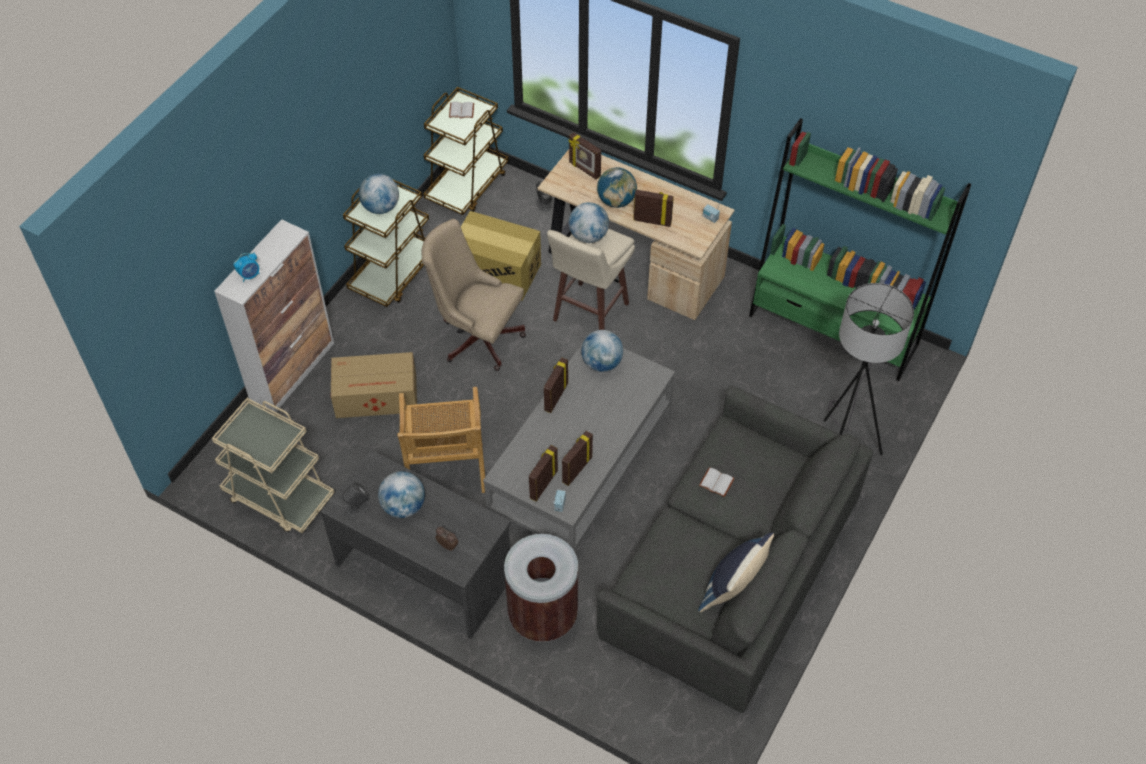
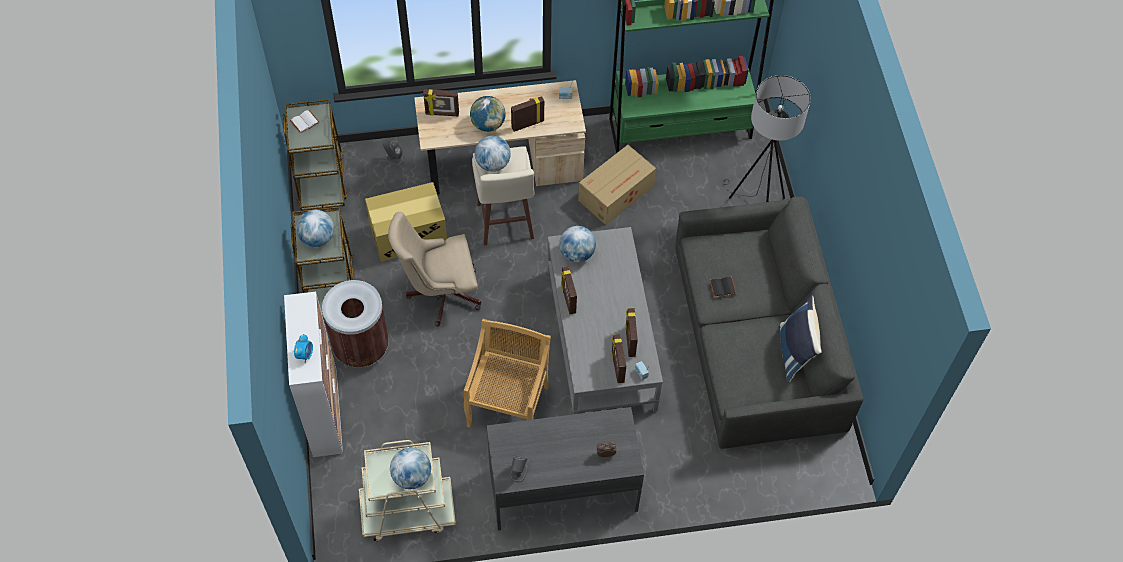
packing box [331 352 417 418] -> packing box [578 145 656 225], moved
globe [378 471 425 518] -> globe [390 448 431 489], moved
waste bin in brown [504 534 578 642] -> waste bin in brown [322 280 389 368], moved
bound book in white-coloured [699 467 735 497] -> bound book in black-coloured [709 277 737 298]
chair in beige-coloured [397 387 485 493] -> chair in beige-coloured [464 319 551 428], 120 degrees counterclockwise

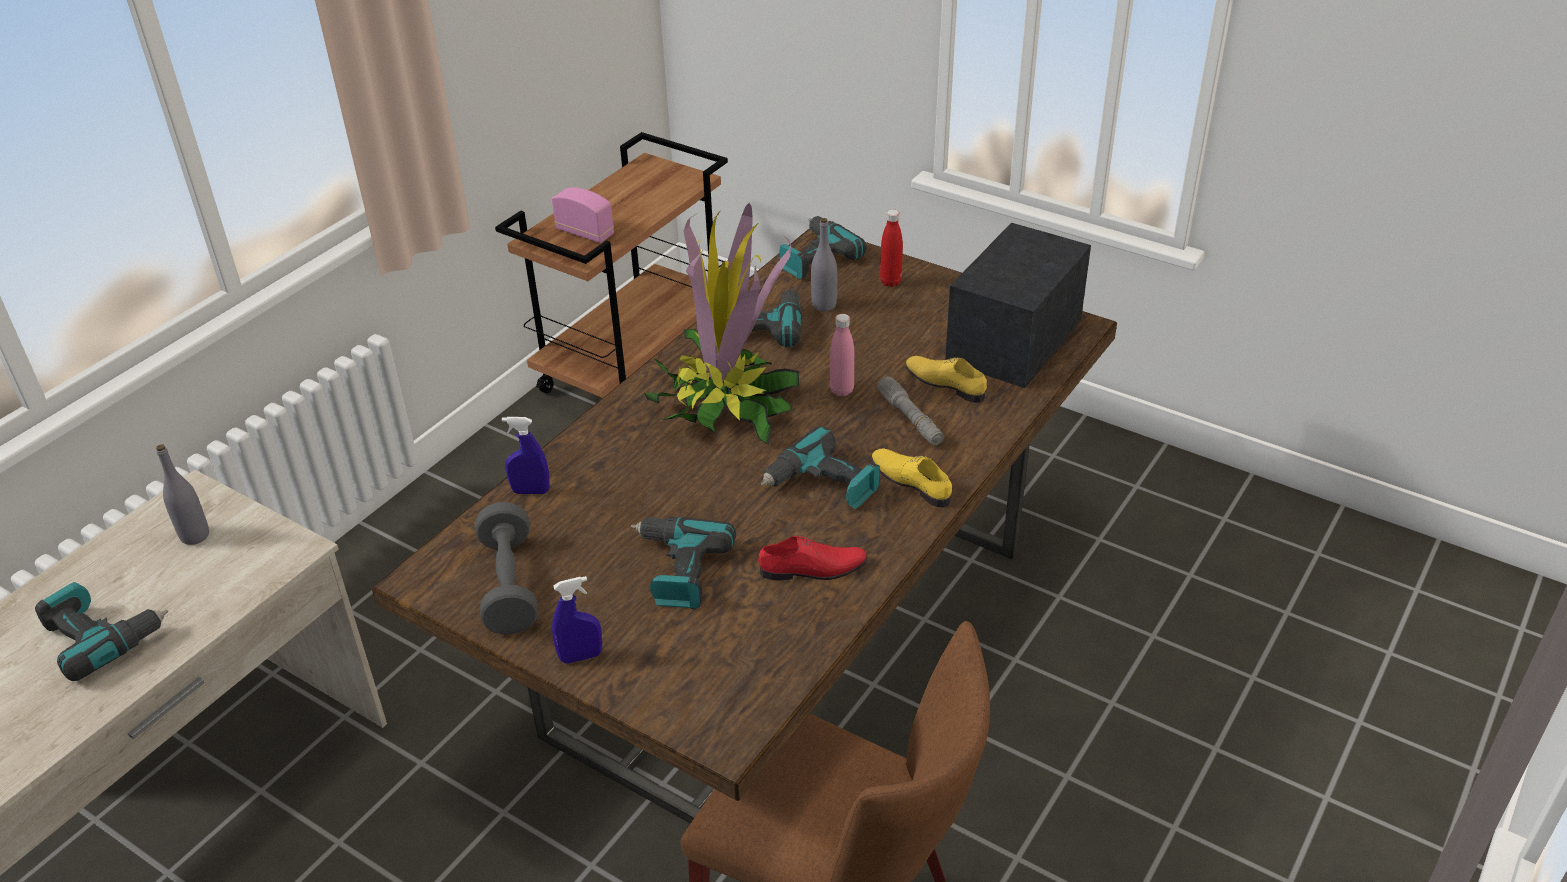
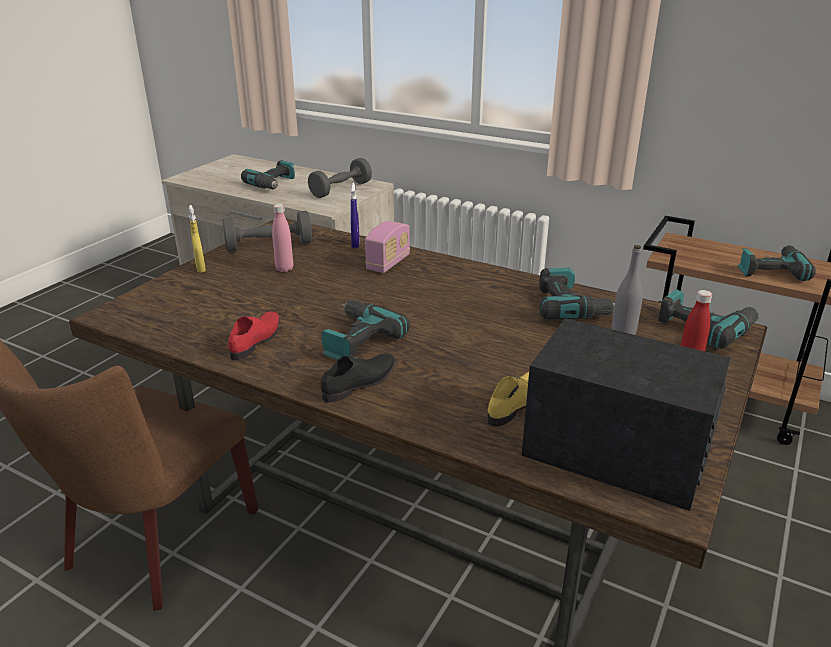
plant in a pot [644 203 799 445] -> none
hand torch in grey [878 376 944 445] -> none
radio set [552 187 614 243] -> radio set [365 221 410 273], moved
electric drill [631 516 736 609] -> electric drill [737 245 816 281], moved
beverage bottle in pink [830 314 854 396] -> beverage bottle in pink [272 204 293 272], moved
beverage bottle in grey [156 444 209 545] -> hand weight in grey [308 158 372 198]
hand sprayer in blue-coloured [552 576 602 664] -> hand sprayer in yellowish [189 205 206 273]
item of footwear in yellowish [871 449 952 508] -> item of footwear in black-coloured [321 354 395 403]
item of footwear in red [758 536 868 581] -> item of footwear in red [228 311 280 361], 150 degrees counterclockwise

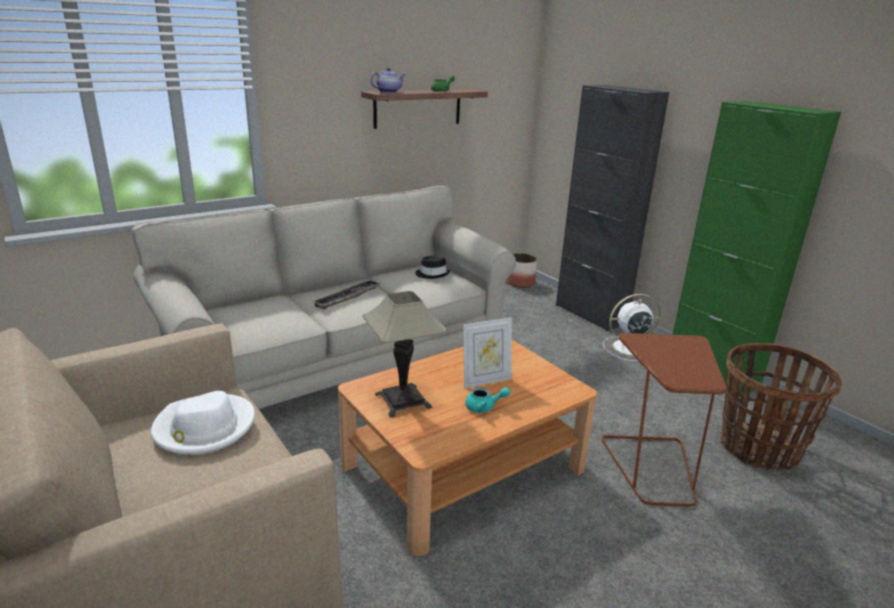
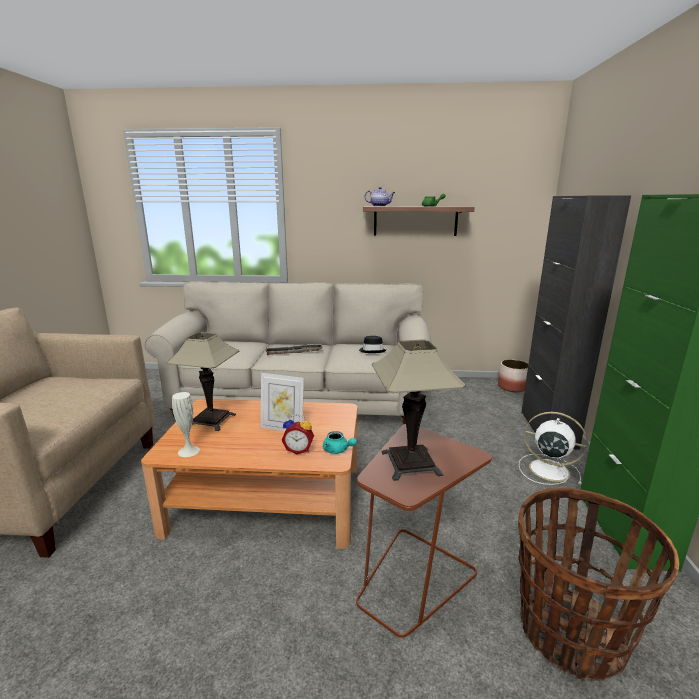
hat in white-coloured [151 391 254 455] -> none
none -> decorative vase in white-coloured [172 392 200 457]
none -> bedside clock [282 415 314 454]
none -> tabletop lamp [372 339 466 481]
tea pot in turquoise-coloured [465 387 510 413] -> tea pot in turquoise-coloured [323 431 357 454], moved

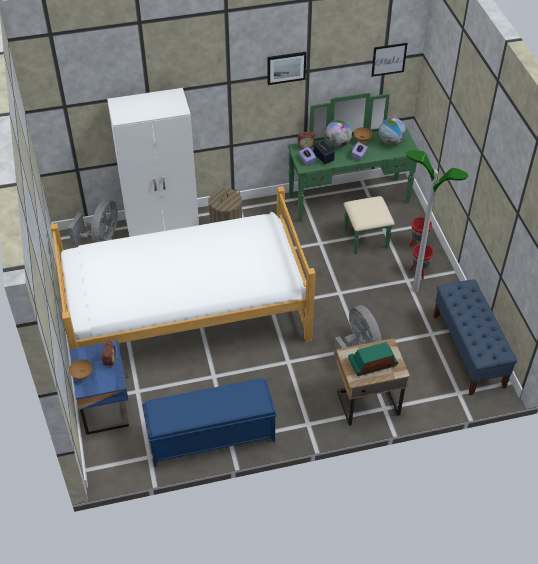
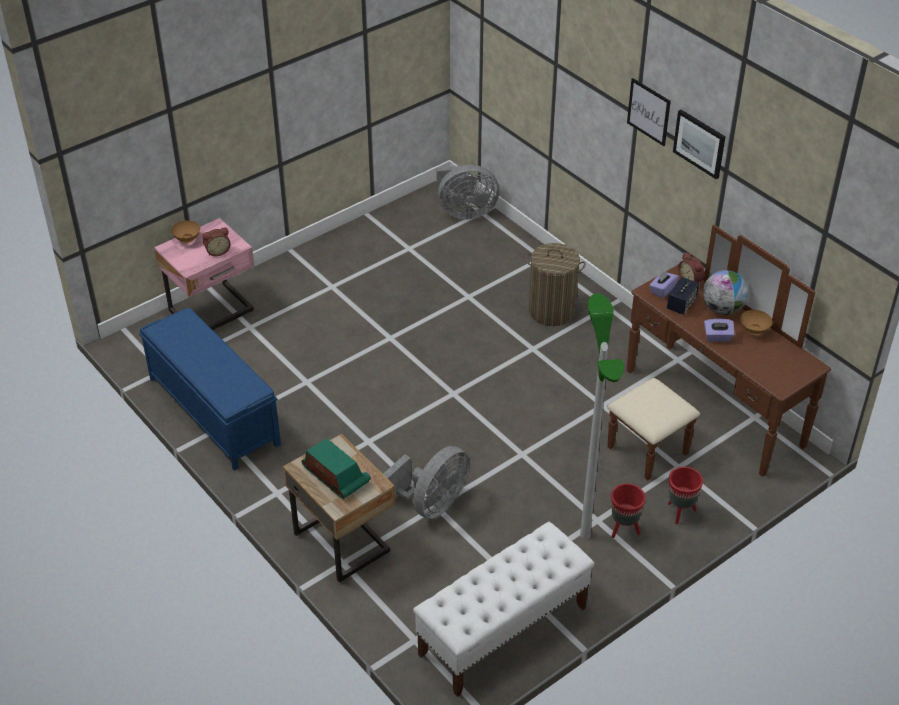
sleeping bed [51 186 316 349] -> none
clothes cupboard in white-coloured [107 88 199 237] -> none
globe [378 118 406 146] -> none
wall picture [371 43 408 77] -> wall picture [627 78 671 146], moved
bedside table in blue-coloured [70 340 129 435] -> bedside table in pink [154 218 254 330]
chest of drawers in green [287 93 418 254] -> chest of drawers in brown [607 225 831 480]
indoor bench in blue-coloured [433 279 517 395] -> indoor bench in white-coloured [413 522 594 697]

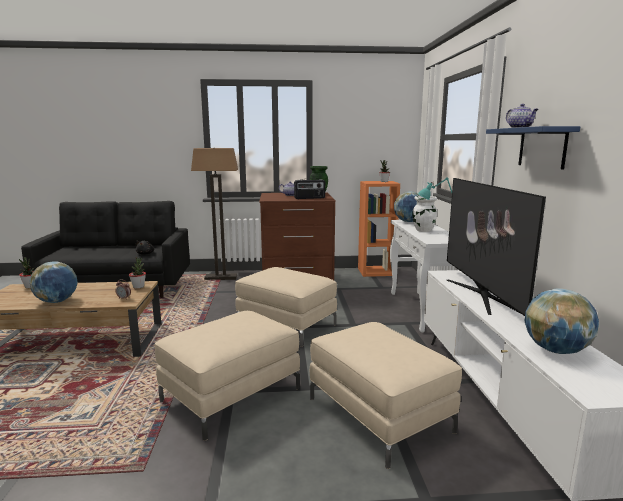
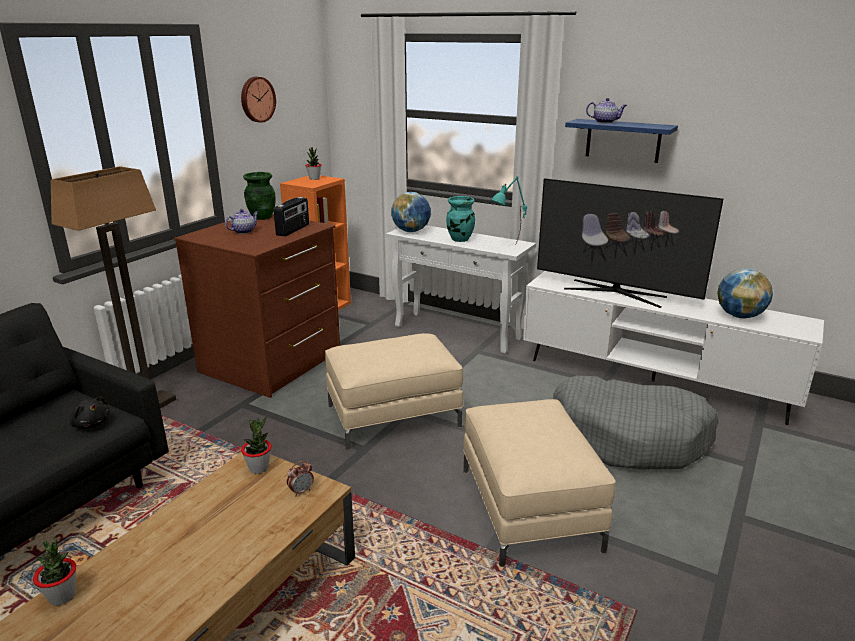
globe [29 261 78 303] -> none
none -> clock on the wall [241 77 276 123]
ottoman in beige-coloured [310 322 462 469] -> dog cushion in grey [553 375 719 469]
decorative vase in white-coloured [413 196 437 232] -> decorative vase in turquoise-coloured [446 196 475 242]

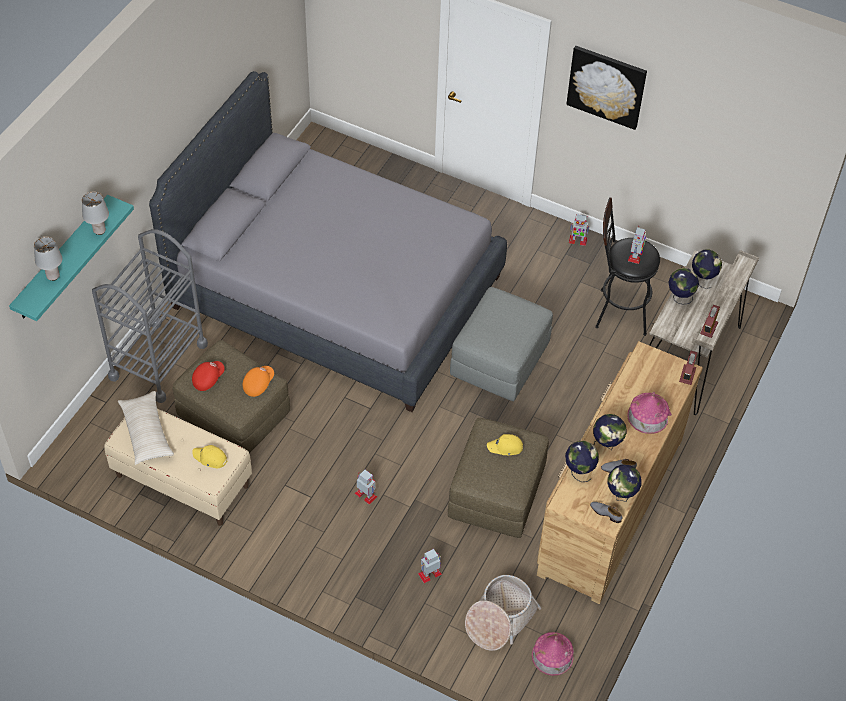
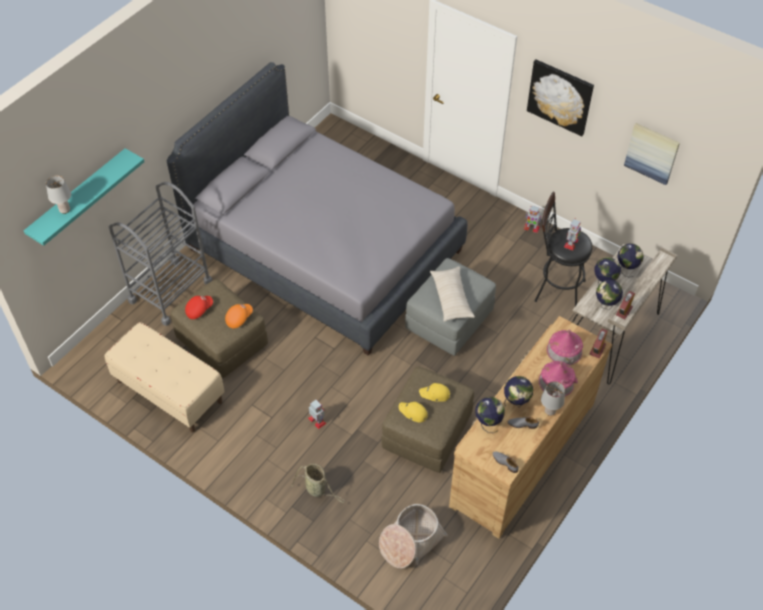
toy robot [418 549 442 583] -> none
none -> storage basket [292 464 344 503]
none -> wall picture [624 123 680 185]
tabletop lamp in grey [82 192 109 235] -> tabletop lamp in grey [541 381 565 416], moved
throw pillow in beige-coloured [118 391 174 465] -> throw pillow in beige-coloured [430 267 475 322], moved
cap in yellowish [192 445 227 469] -> cap in yellowish [399 402 428 423], moved
model house [532 632 574 676] -> model house [547 329 583 365], moved
globe [608 465 642 502] -> globe [596 280 623 310], moved

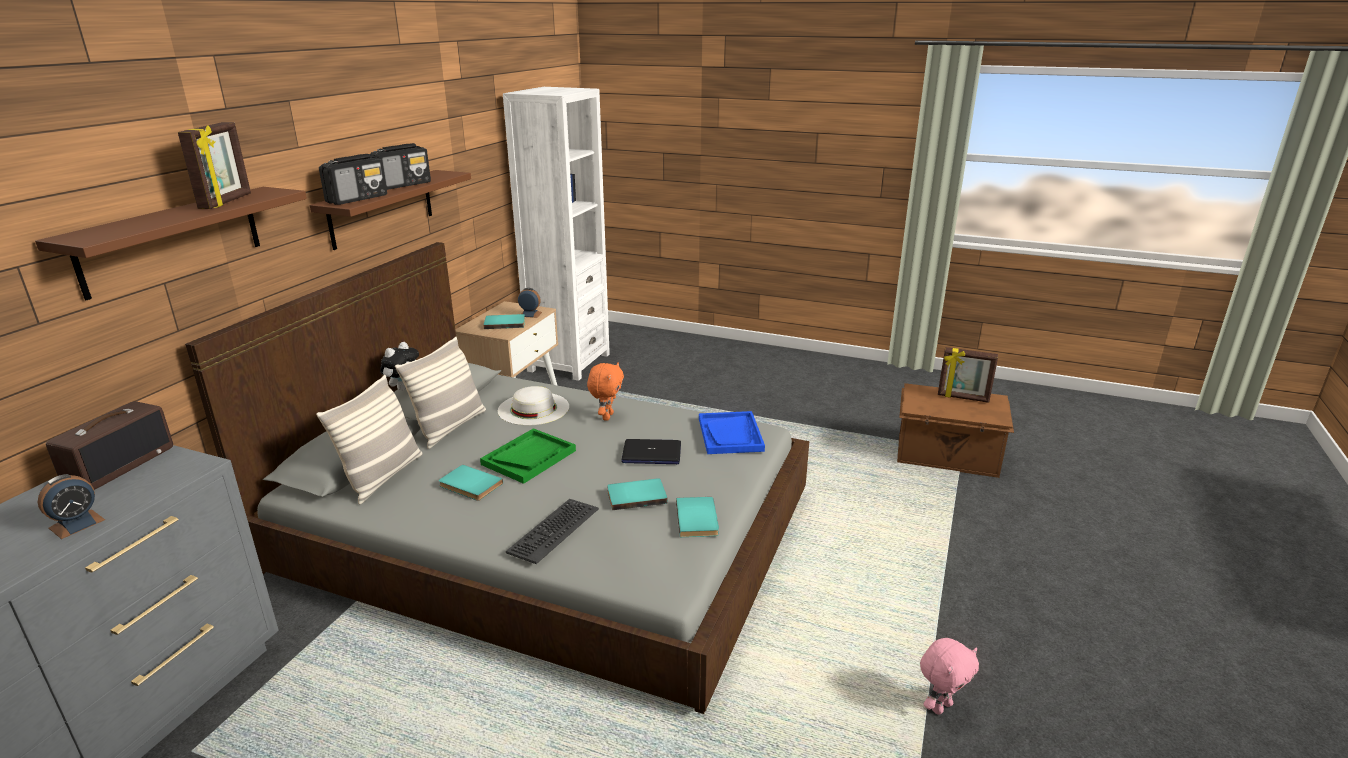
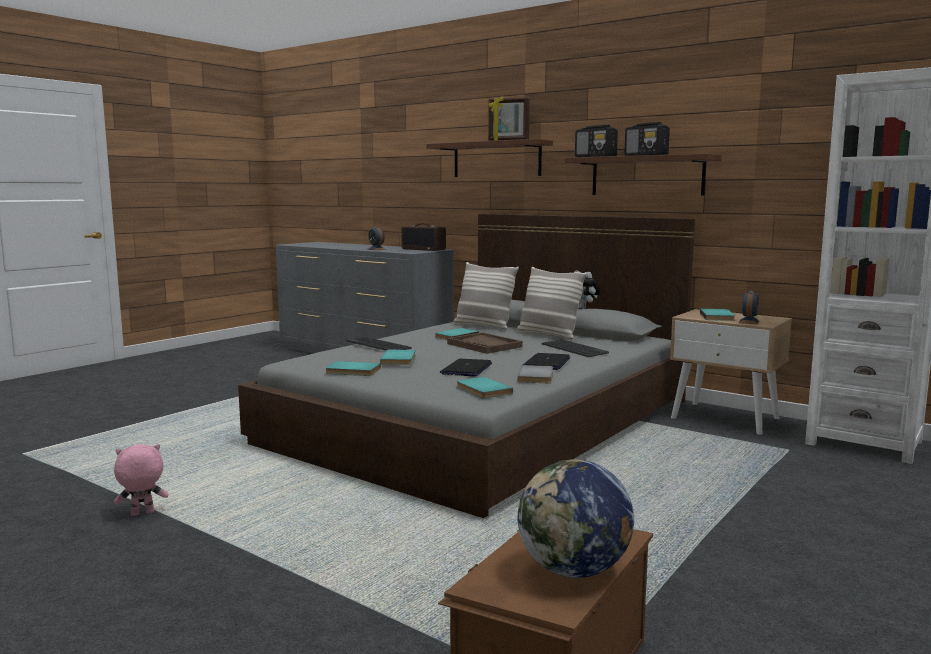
none -> bound book in grey [517 365 553 383]
hat in white-coloured [498 386 569 425] -> PC keyboard [542 339 609 357]
cuddly toy in orange-coloured [587 363 624 421] -> portable computer [523 353 570 370]
carrying tray in blue-coloured [699 411 765 454] -> bound book in turquoise-coloured [457 377 513 399]
picture frame [938 347 998 403] -> globe [518 459 634 578]
carrying tray in green [480 428 576 484] -> carrying tray in brown [447 332 523 354]
cuddly toy in pink [920 638 979 715] -> cuddly toy in pink [114 444 168 516], 90 degrees clockwise

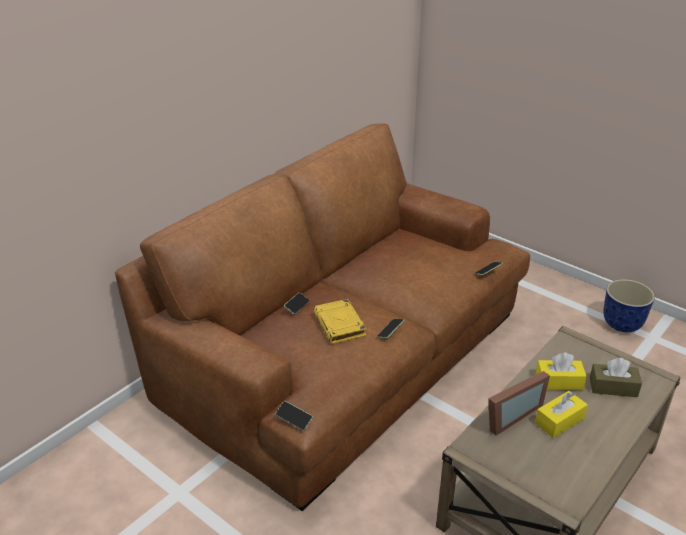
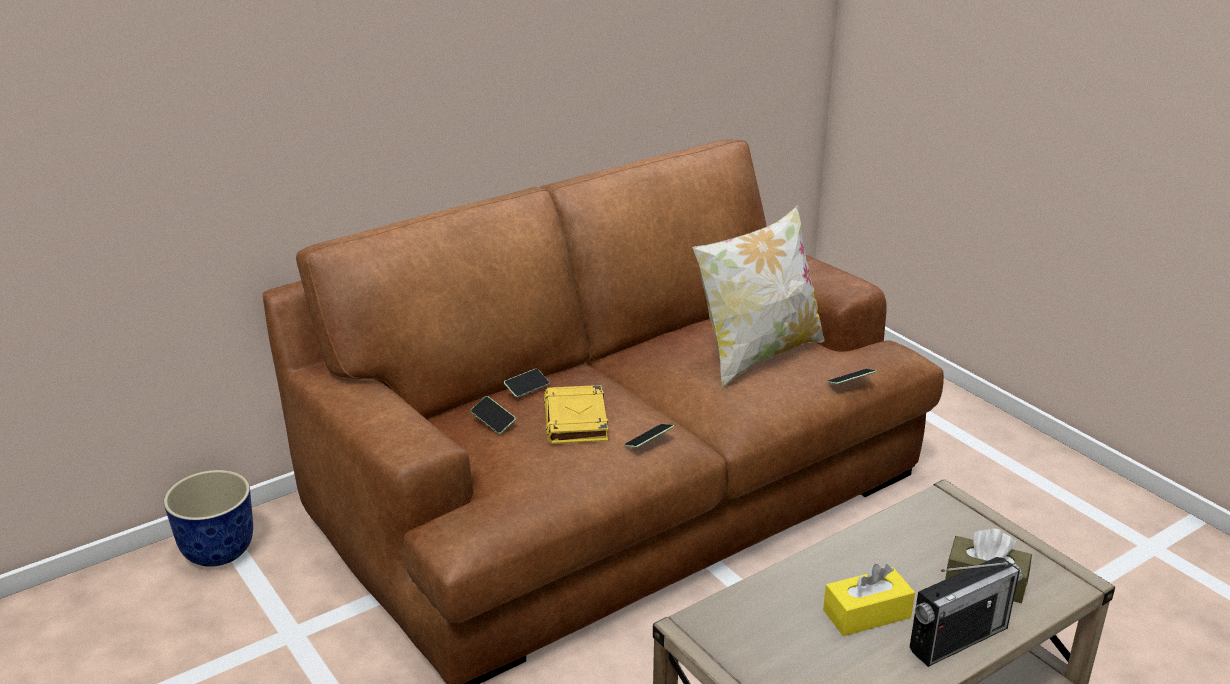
picture frame [488 371 550 436] -> none
tissue holder in yellowish [535 353 587 390] -> none
none -> throw pillow [692 205 824 388]
none -> radio set [910 557 1023 667]
telephone [276 401 313 431] -> telephone [471 396 516 434], moved
plant pot [603 279 655 332] -> plant pot [164 470 253 567], moved

